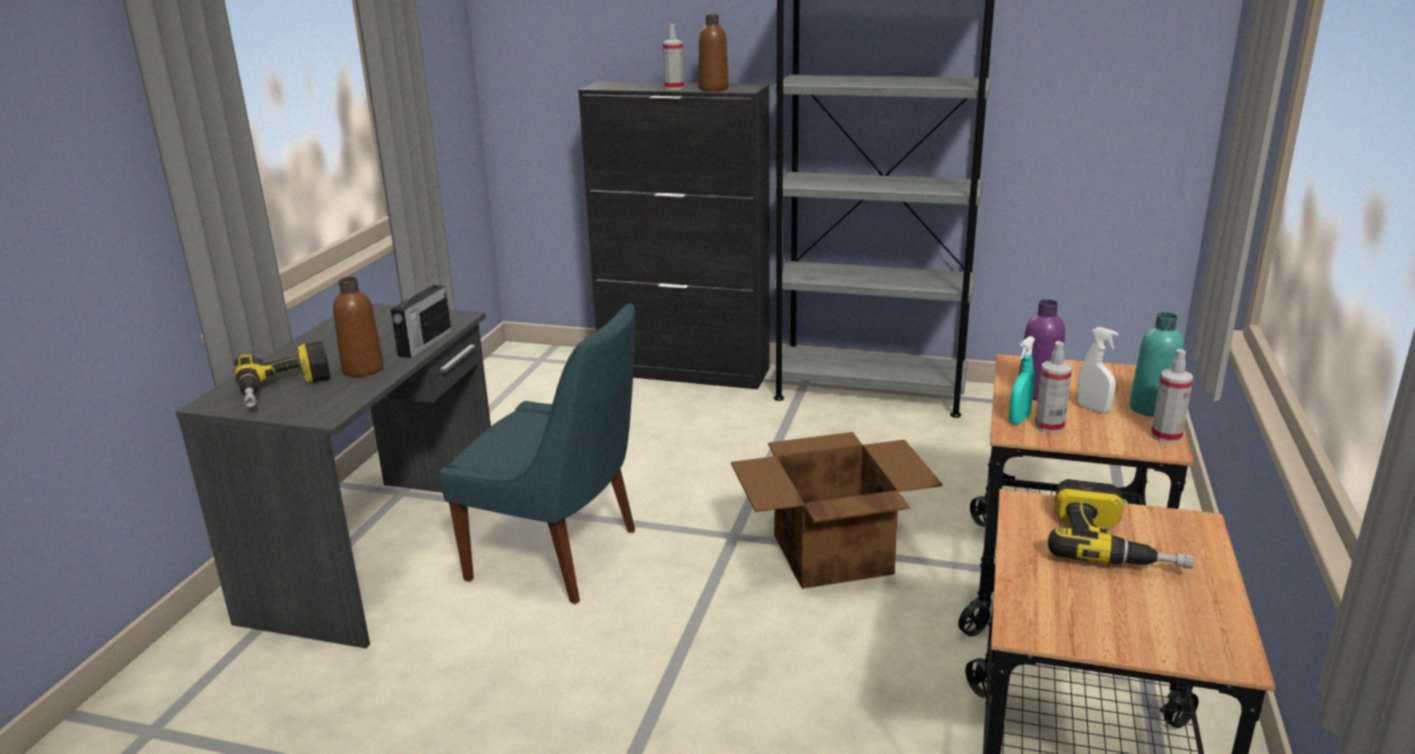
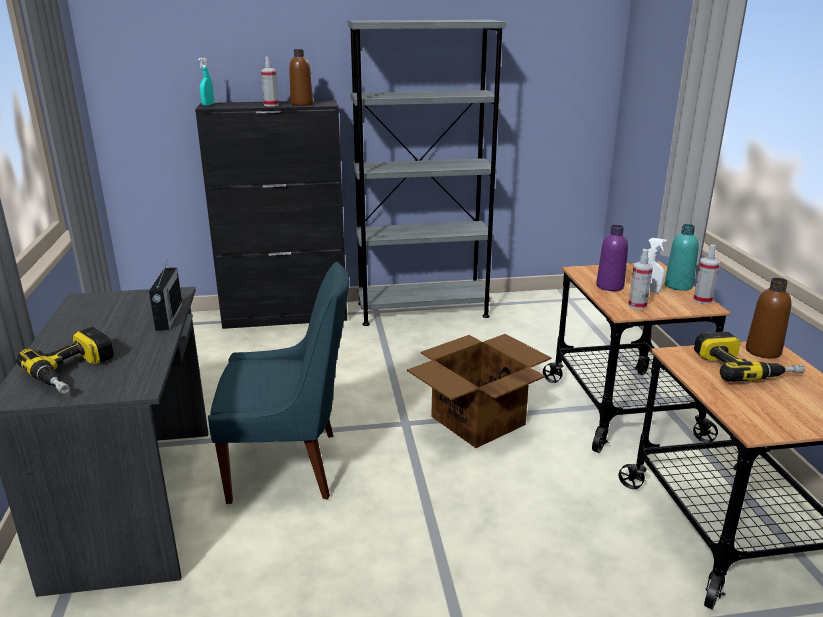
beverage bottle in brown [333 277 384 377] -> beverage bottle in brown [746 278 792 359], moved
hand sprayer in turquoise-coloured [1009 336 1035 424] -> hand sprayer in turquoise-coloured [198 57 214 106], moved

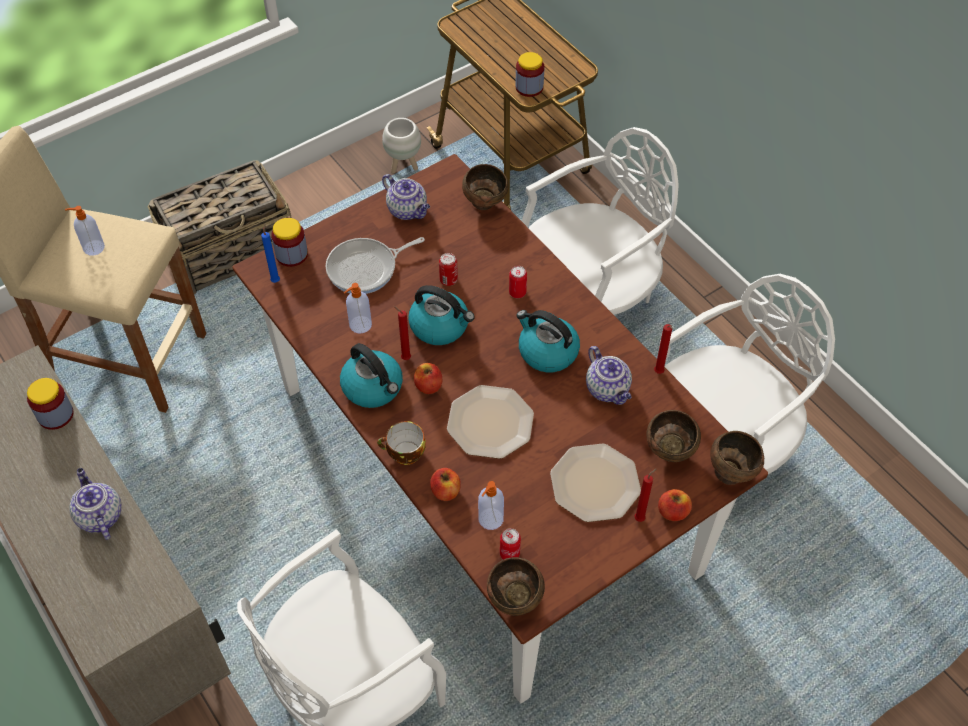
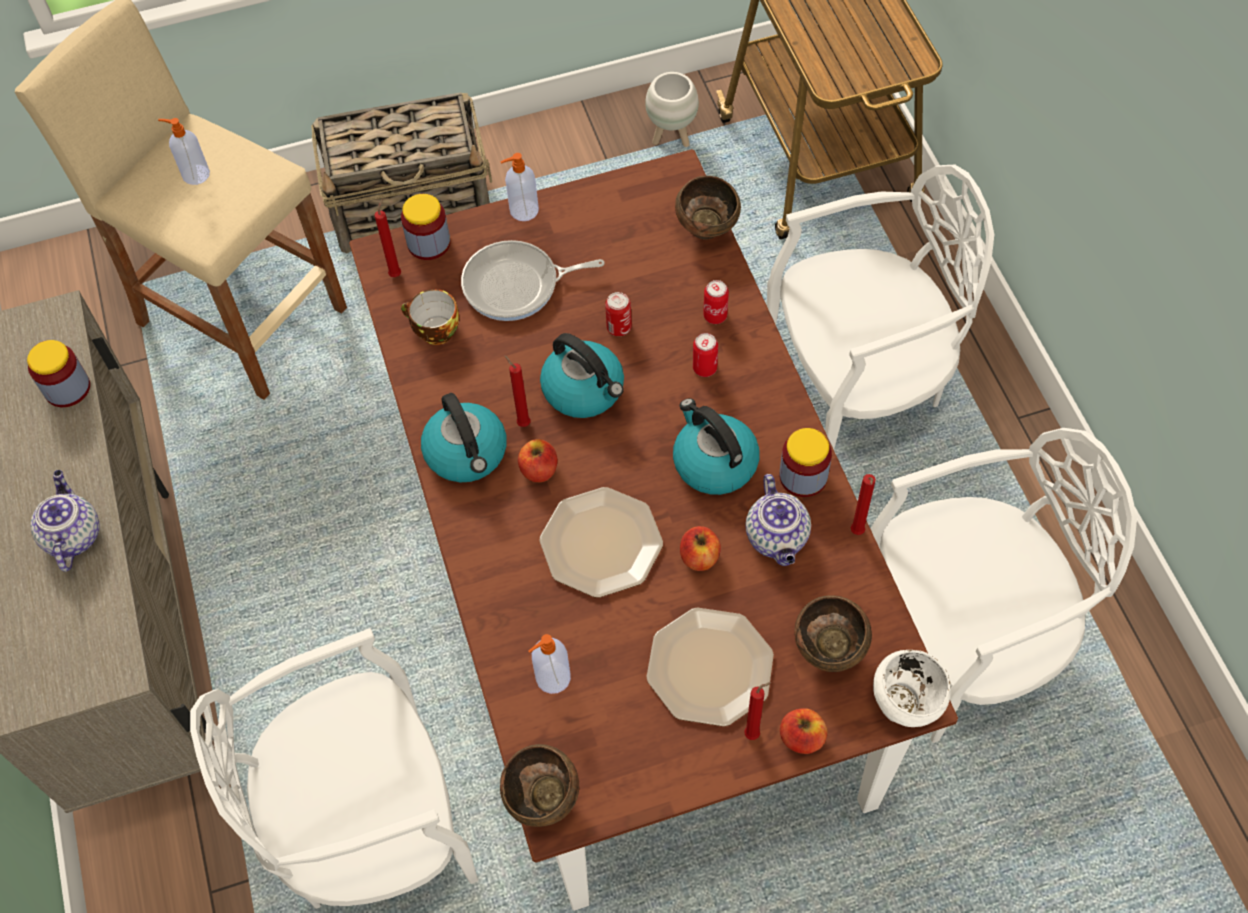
tea pot [382 174 430 220] -> none
soap dispenser [344 283 372 334] -> soap dispenser [501 153 539 221], moved
small cup [377 421 426 465] -> small cup [401 289 460 345], moved
apple fruit [430 468 461 501] -> apple fruit [680 526 721 571], moved
can [500 528 521 560] -> can [703 280 729 324], moved
storage jar [515 52 544 97] -> storage jar [780 428 832 497], moved
wax candle in blue-coloured [261 224 280 283] -> wax candle in red [374 199 401 277]
serving bowl in brown [710 431 764 485] -> serving bowl in white-coloured [873 650 951 727]

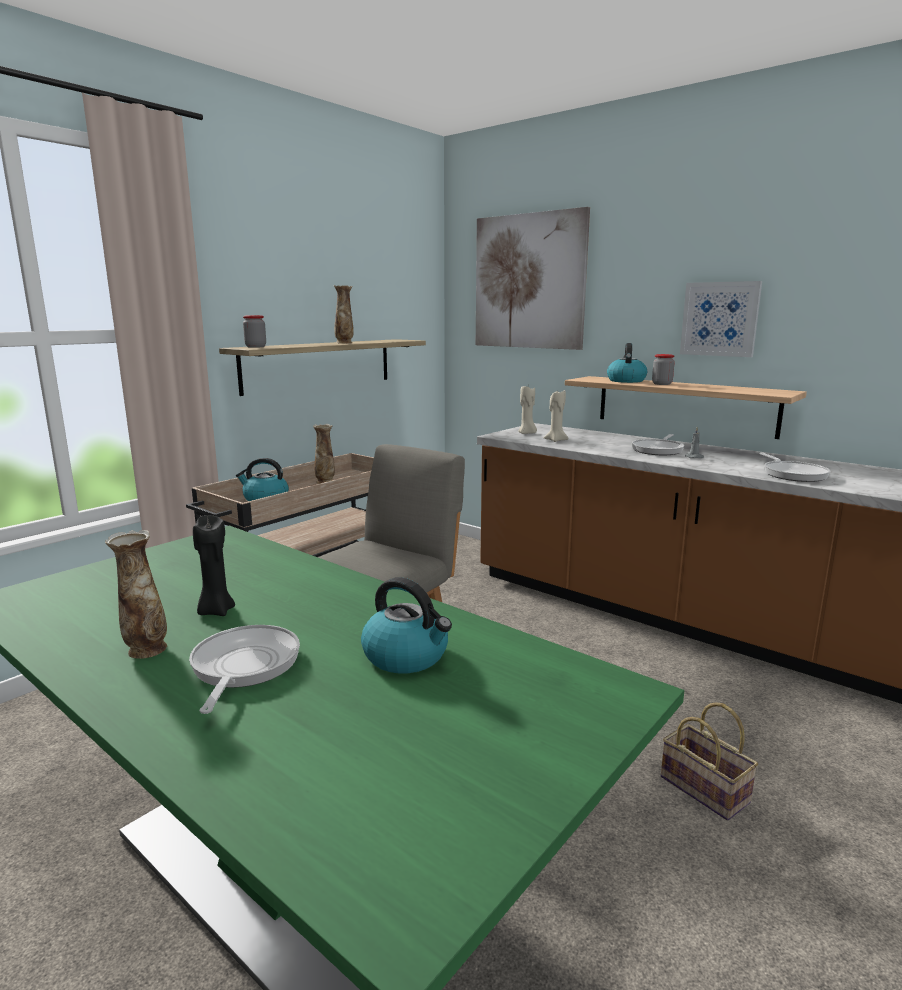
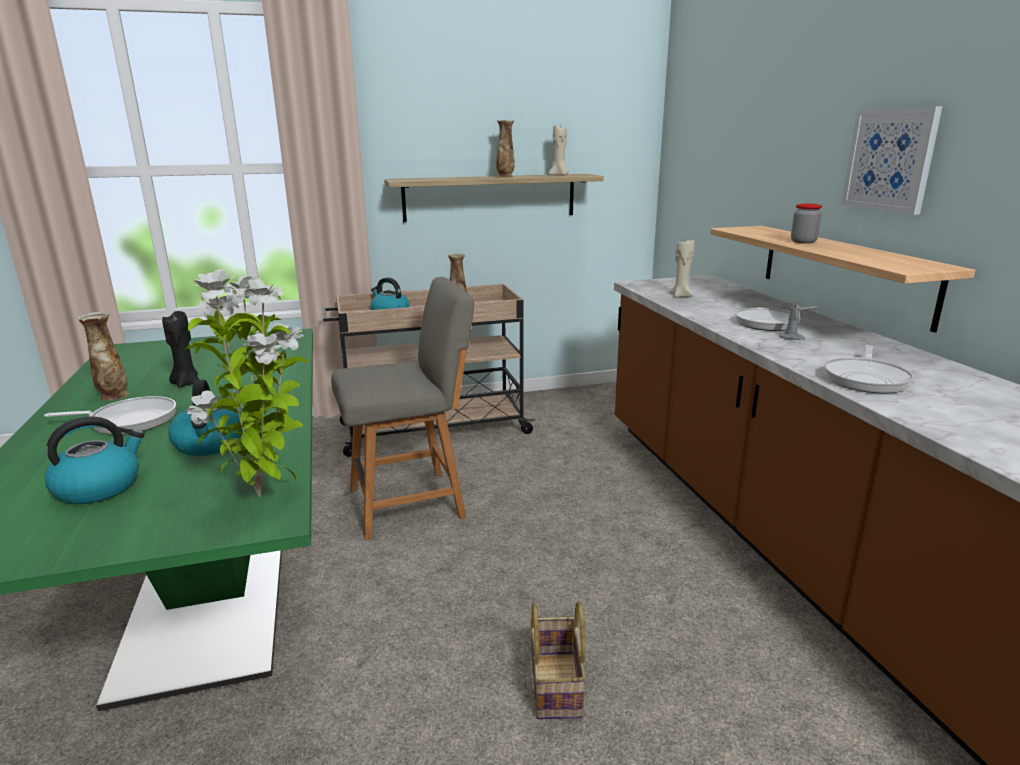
storage jar [243 315 266 348] -> none
wall picture [476 207 590 350] -> none
none -> plant in a pot [186 269 309 497]
wax candle in beige-coloured [519 386 537 434] -> wax candle in beige-coloured [549 125 569 176], moved
water kettle [607 343 647 383] -> water kettle [45 416 145 504], moved
pan [189 625 300 714] -> pan [44 396 176 435], 45 degrees clockwise

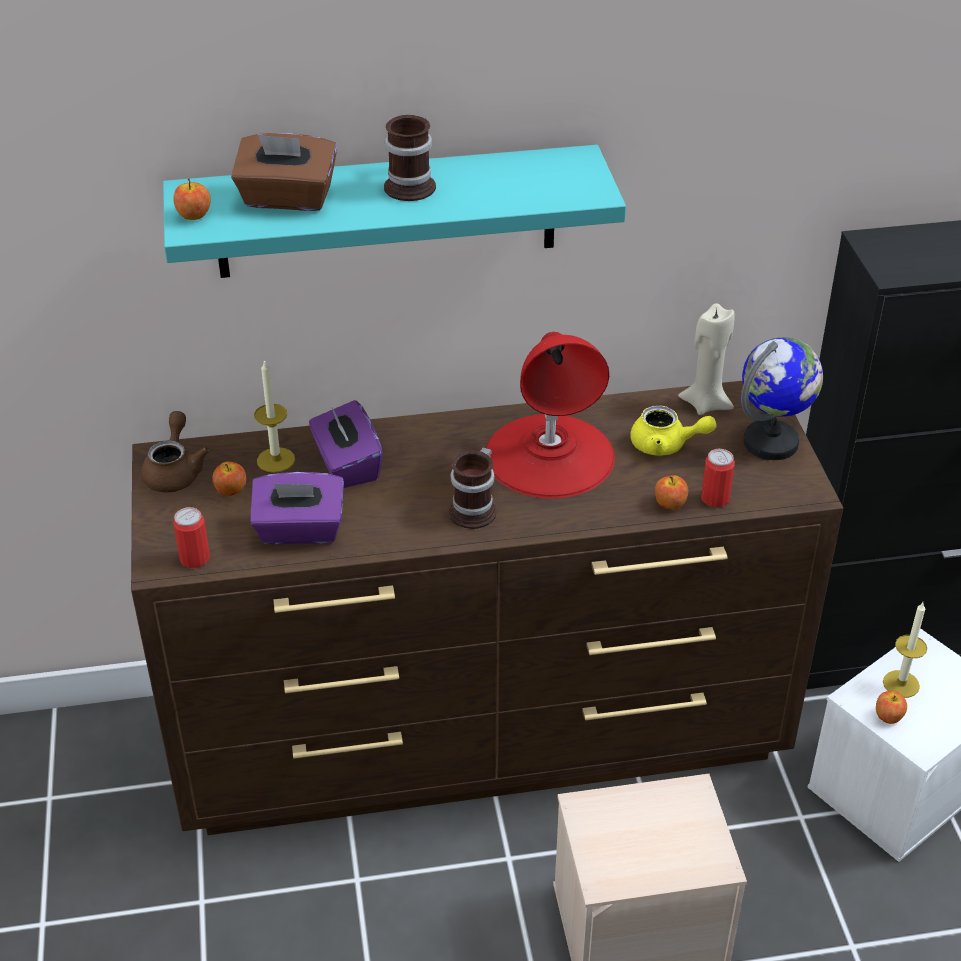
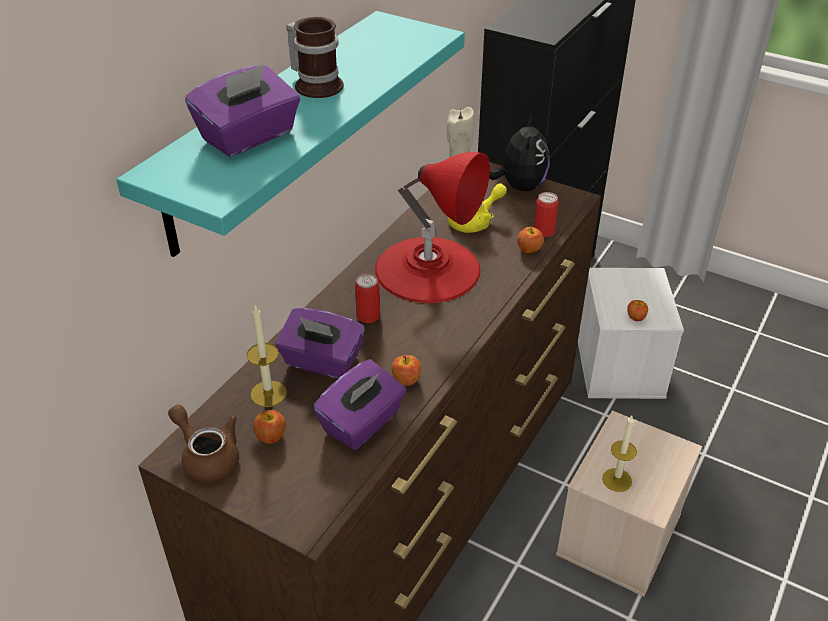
tea mug [448 447 497 529] -> none
apple fruit [173 178 211 220] -> apple fruit [392 355 421 386], moved
can [173 507 210 568] -> can [355 274 380 323], moved
wax candle [883 602 927 698] -> wax candle [602 416 637 492], moved
globe [741 337 823 460] -> cuddly toy [489 115 550 191]
tissue holder in brown [231 133 337 211] -> tissue holder in purplish [185 65 300 157]

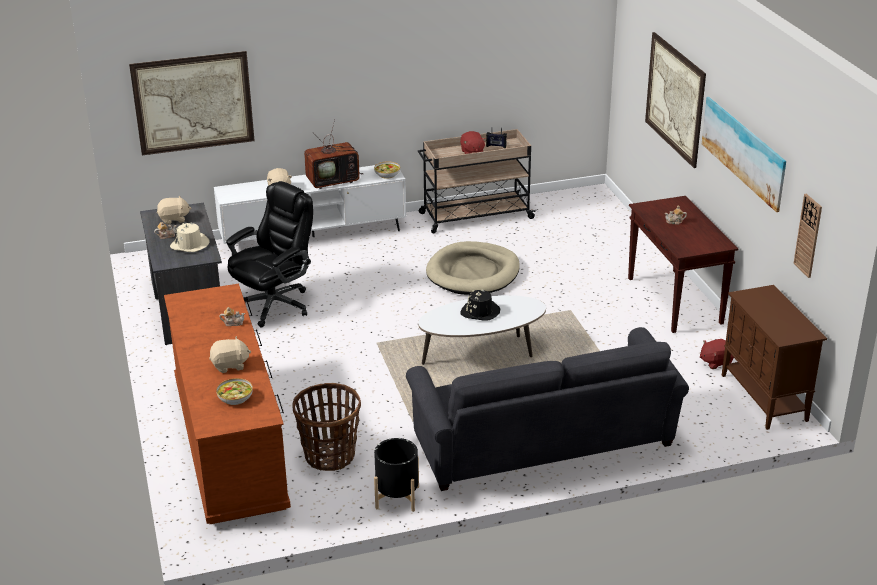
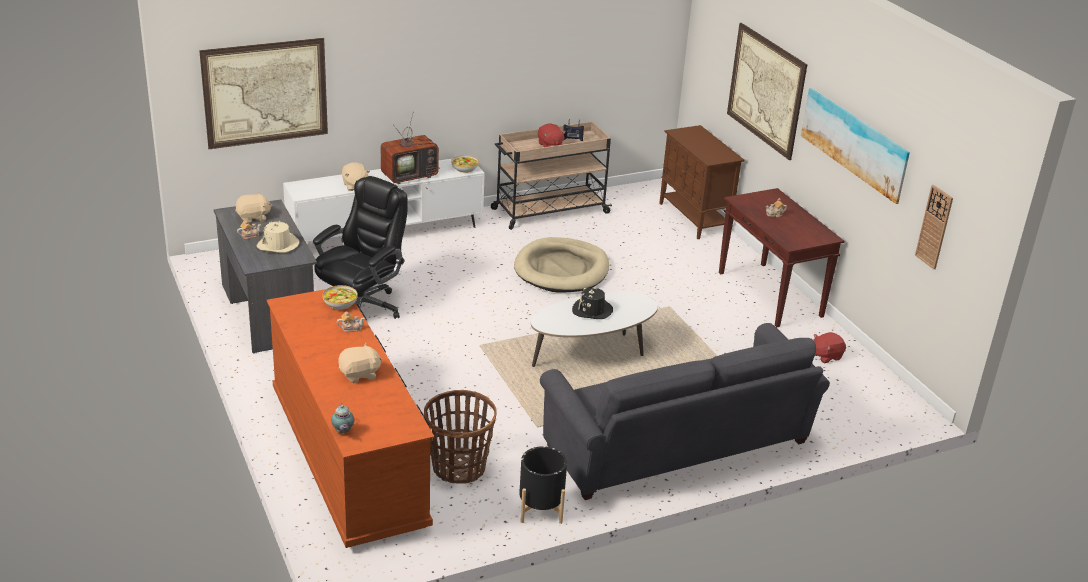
none -> tea pot [331 403 354 433]
serving bowl [216 378 253 405] -> serving bowl [322 285 358 310], moved
cabinet in brown [722 285 827 430] -> cabinet in brown [659 125 745 239], moved

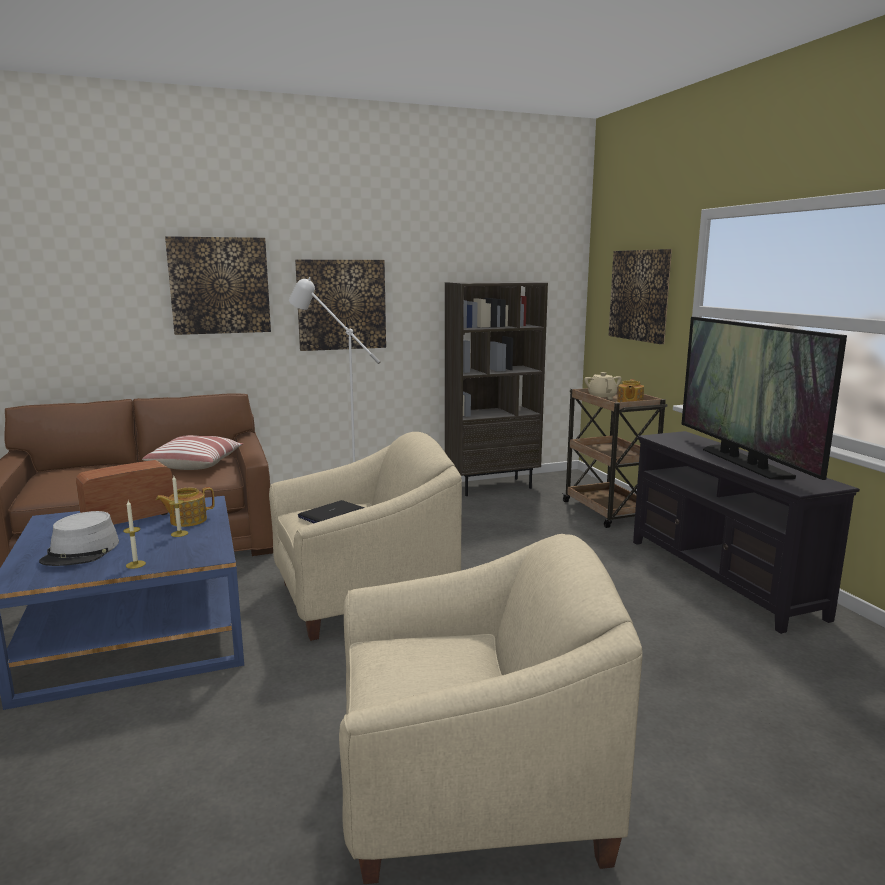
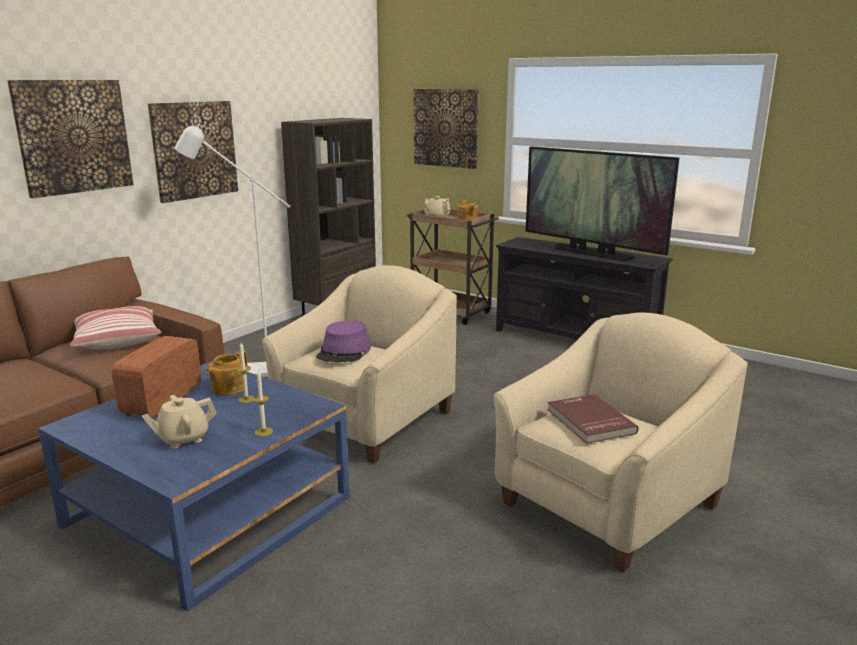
none -> bound book in red [547 394 639 444]
hat in grey [39 511 119 566] -> tea pot in beige-coloured [142 395 217 449]
portable computer [298 500 364 523] -> hat in purplish [316 320 371 362]

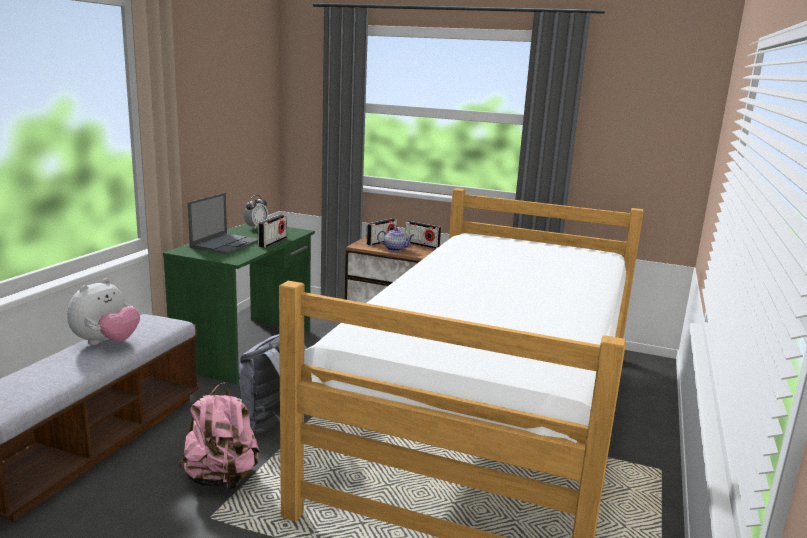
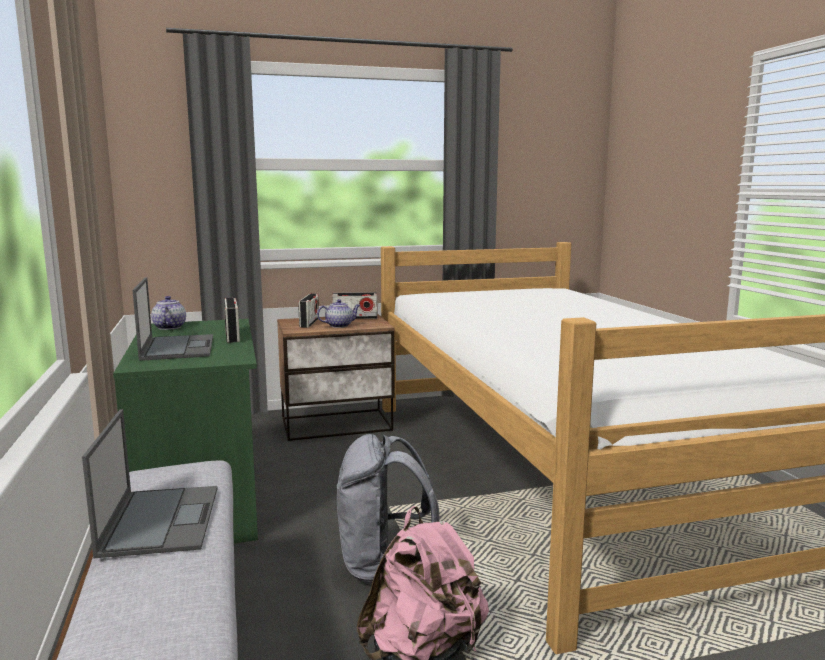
cuddly toy [67 278 140 345] -> portable computer [82 409 218 558]
bedside clock [244 195 268 230] -> tea pot [151 296 186 330]

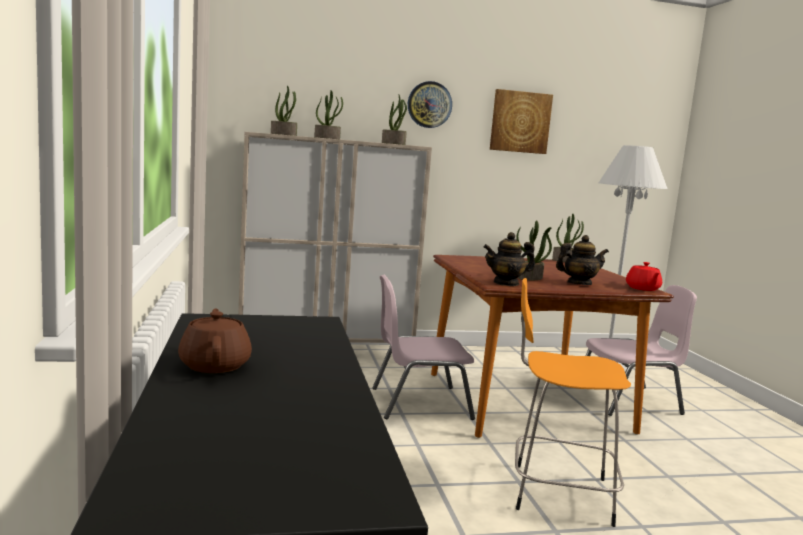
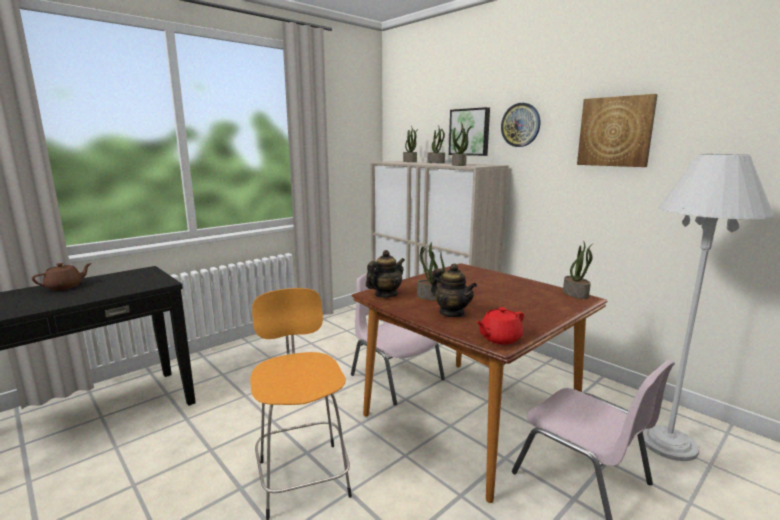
none -> wall picture [449 107 490 156]
tea pot [483 232 535 286] -> tea pot [366 250 405 298], 90 degrees clockwise

